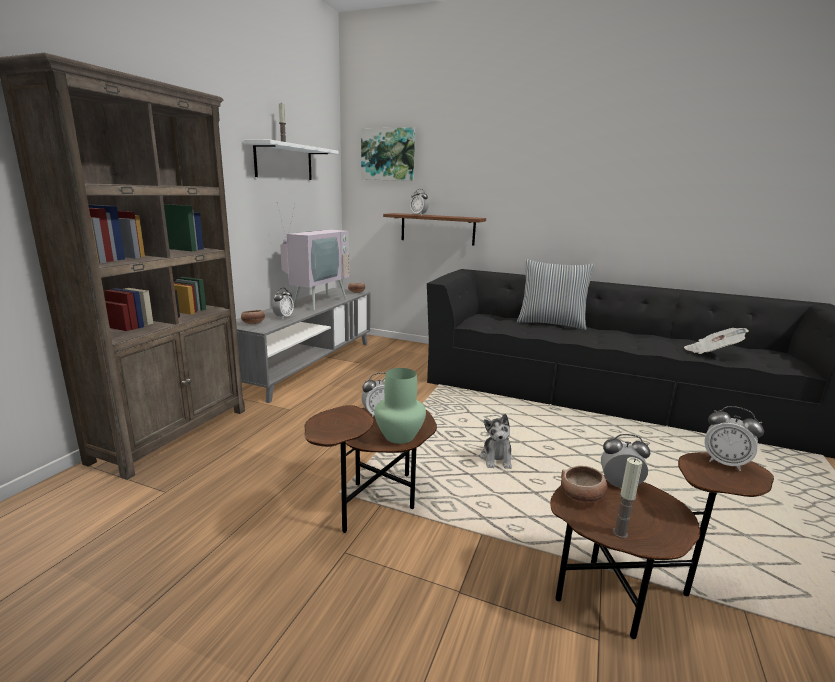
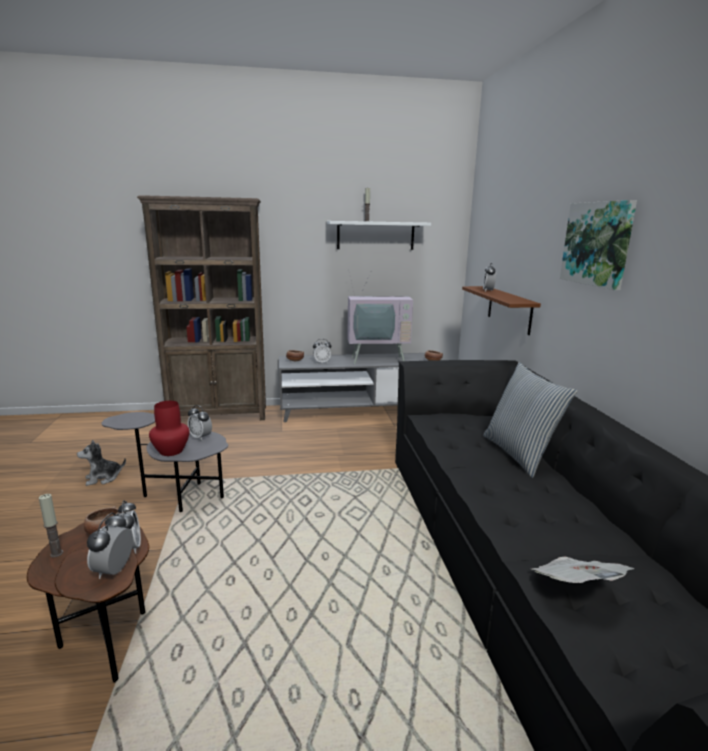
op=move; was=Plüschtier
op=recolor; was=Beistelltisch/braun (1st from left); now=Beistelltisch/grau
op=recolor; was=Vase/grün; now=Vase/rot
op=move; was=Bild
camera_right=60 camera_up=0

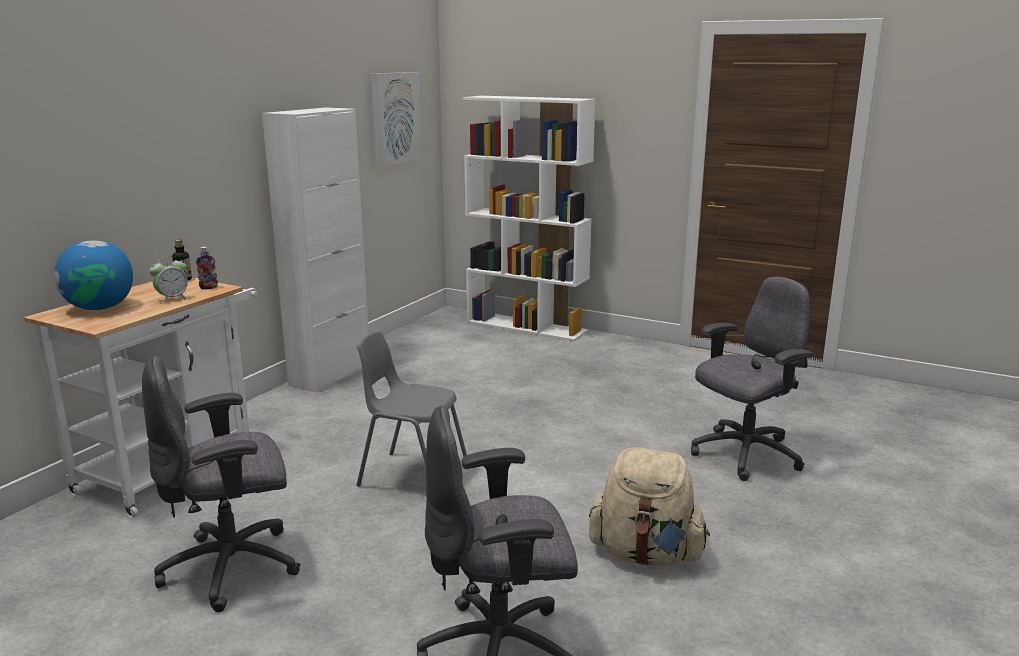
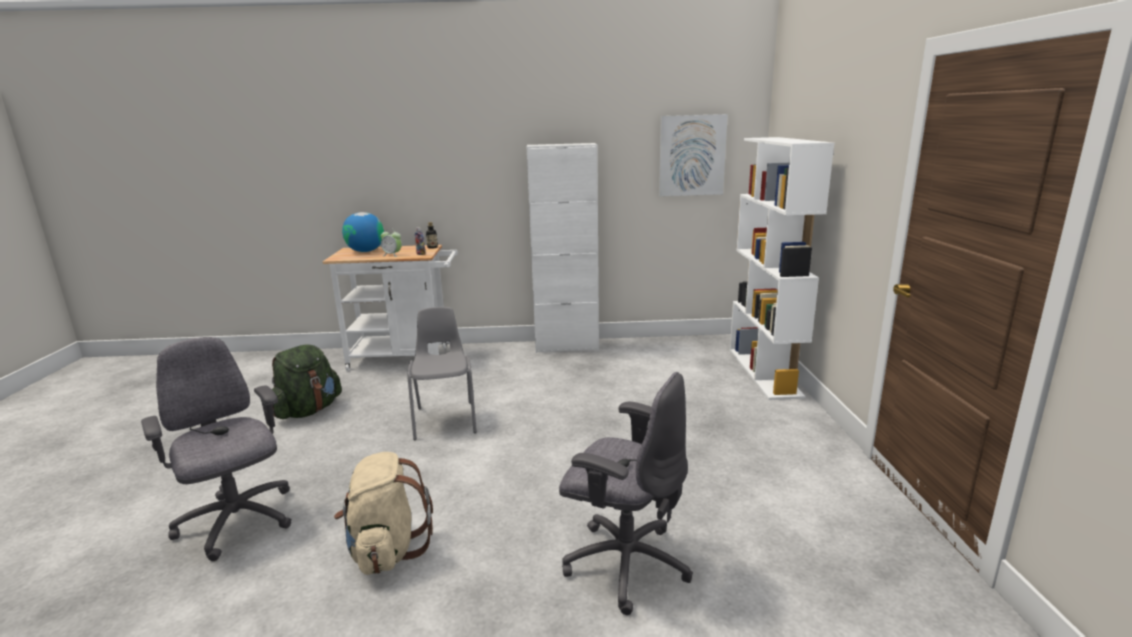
op=replace; was=Bürostuhl/grau (1st from left); now=Rucksack/grün
camera_right=60 camera_up=0

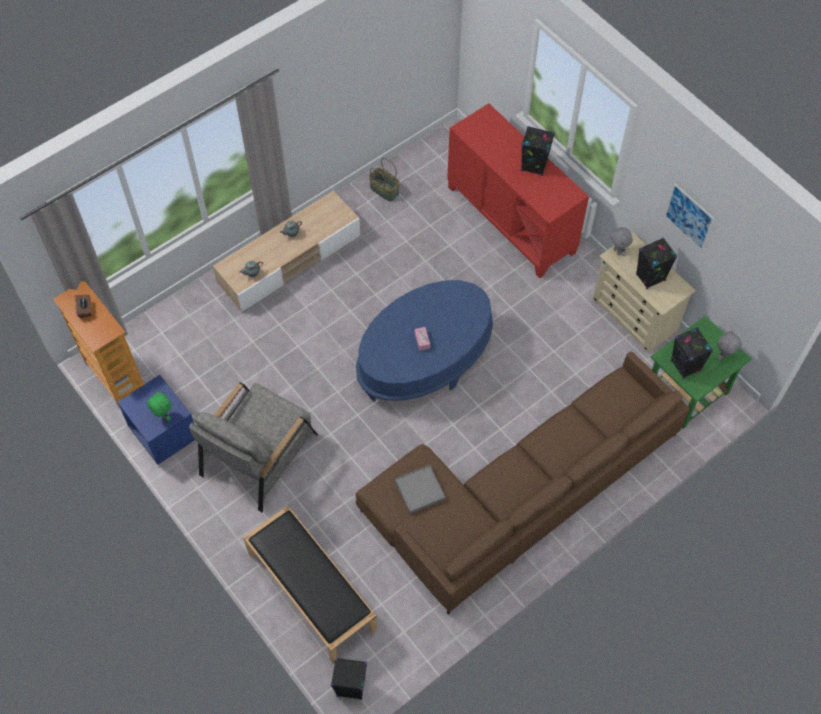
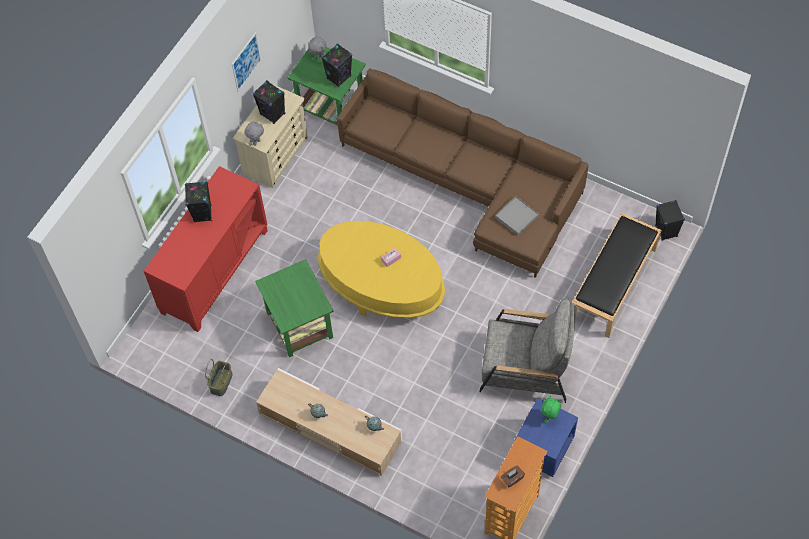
op=insert; now=Beistelltisch/grün (1st from left)
op=recolor; was=Couchtisch/blau; now=Couchtisch/gelb
camera_right=-110 camera_up=0

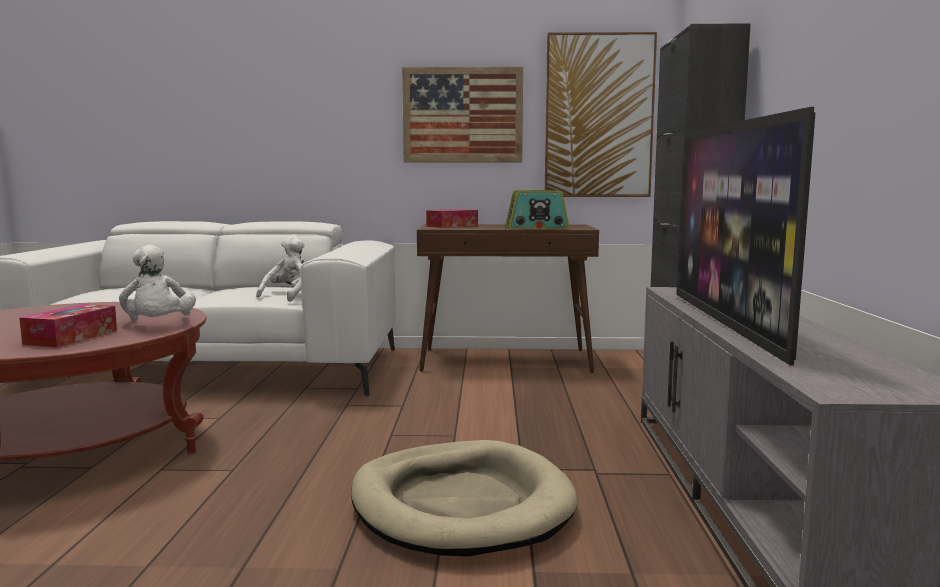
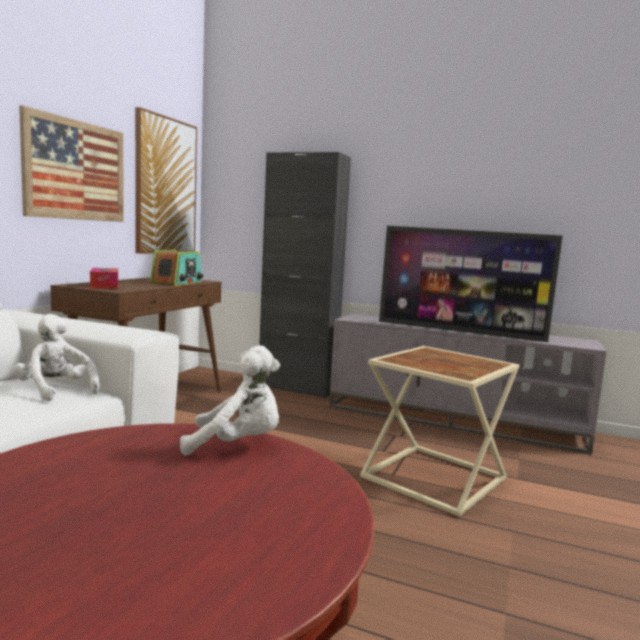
op=replace; was=Hundebett/beige; now=Beistelltisch/beige
op=delete; was=Taschentuchbox (1st from left)
camera_right=-70 camera_up=0

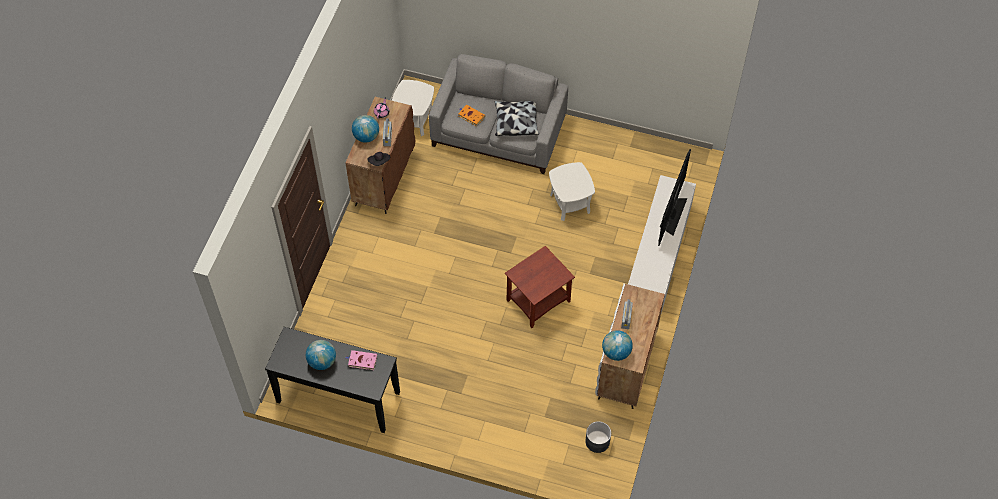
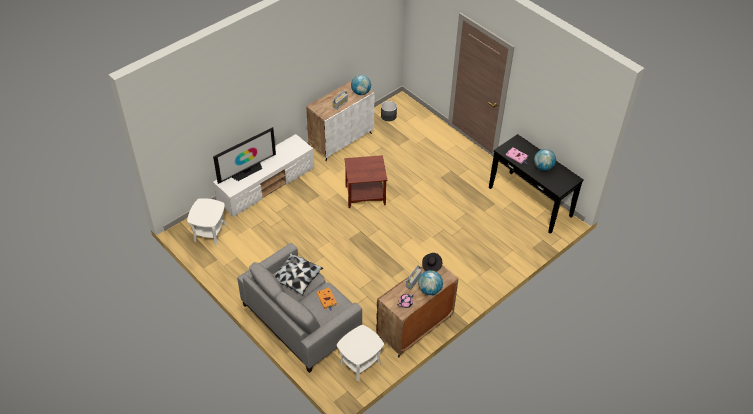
op=move; was=Beistelltisch/weiß (2nd from left in the first image); now=Beistelltisch/weiß (1st from left)
camera_right=-150 camera_up=-10

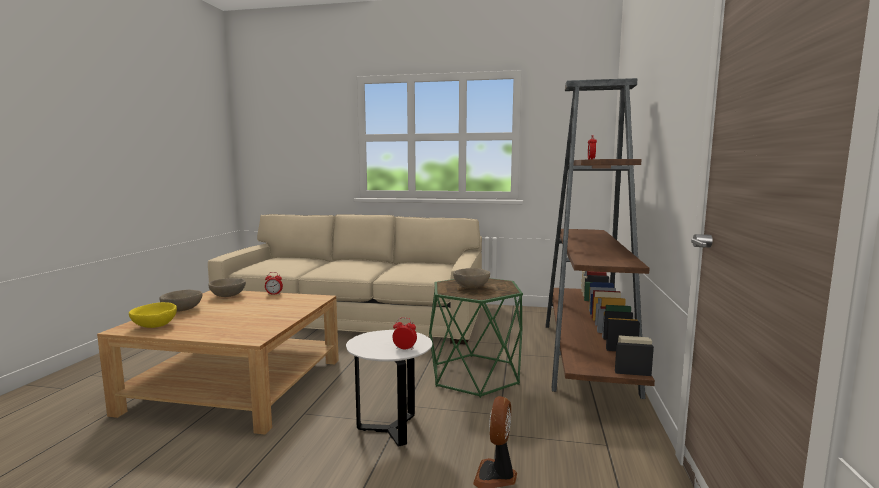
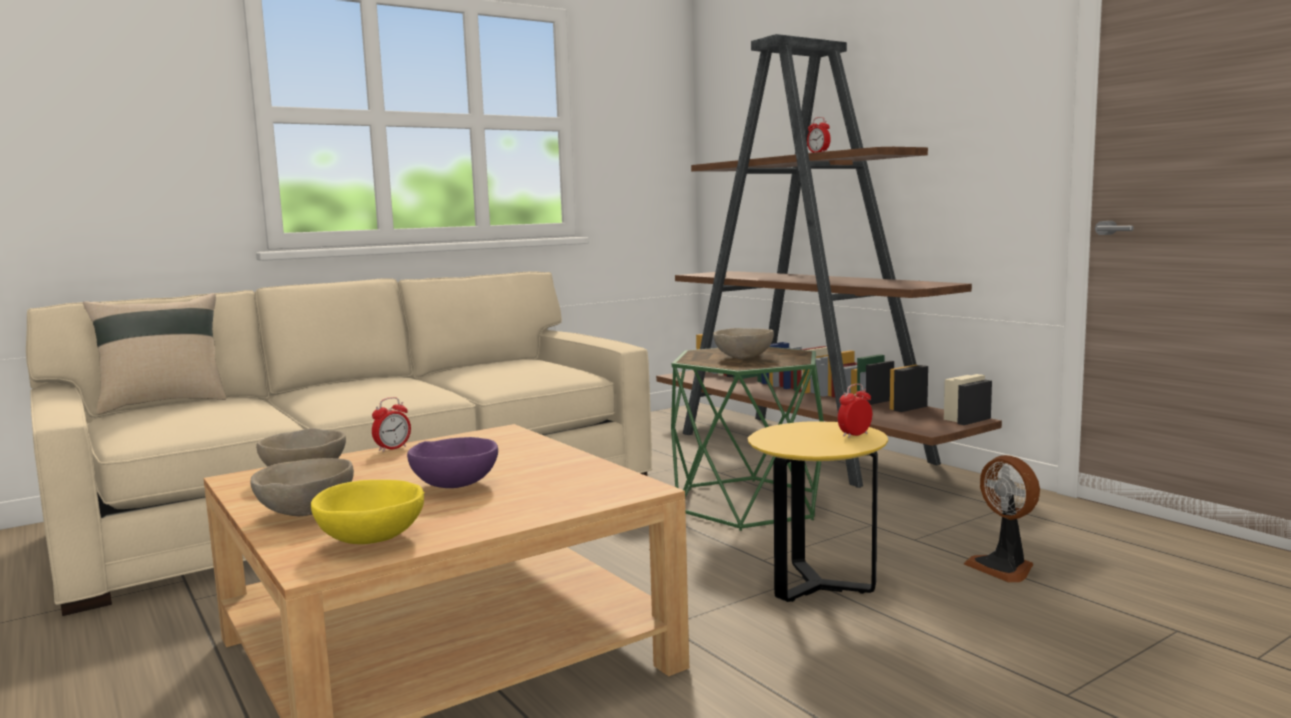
op=insert; now=Kissen/beige
op=insert; now=Schüssel/lila
op=recolor; was=Beistelltisch/weiß; now=Beistelltisch/gelb
camera_right=-45 camera_up=0

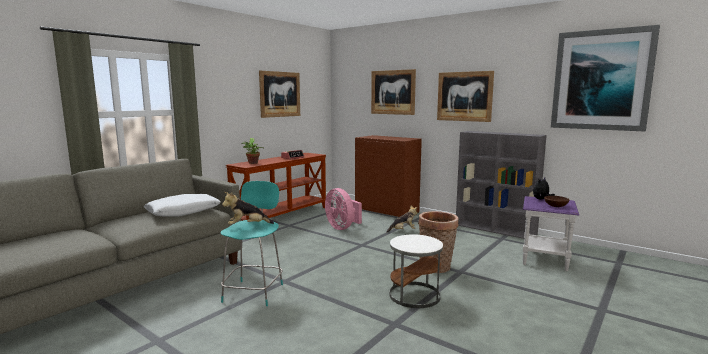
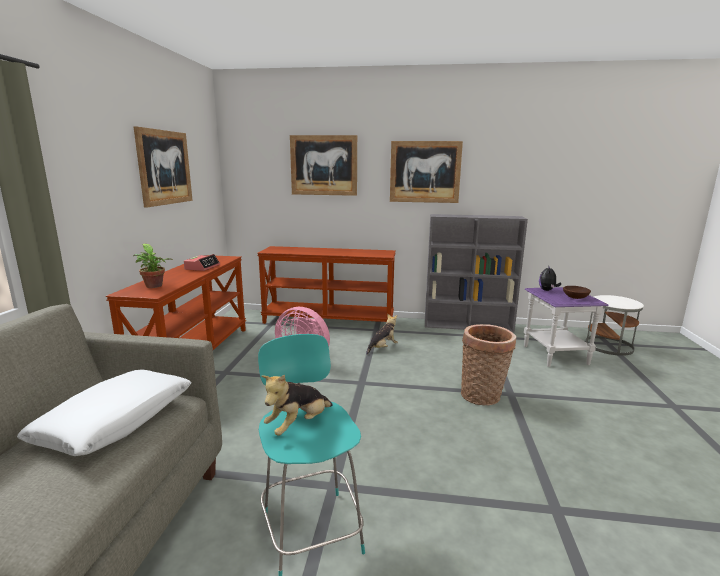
op=replace; was=Schrank/braun; now=Konsolentisch/braun (2nd from left)
op=move; was=Beistelltisch/weiß
op=delete; was=Bild (4th from left)
camera_right=-30 camera_up=5

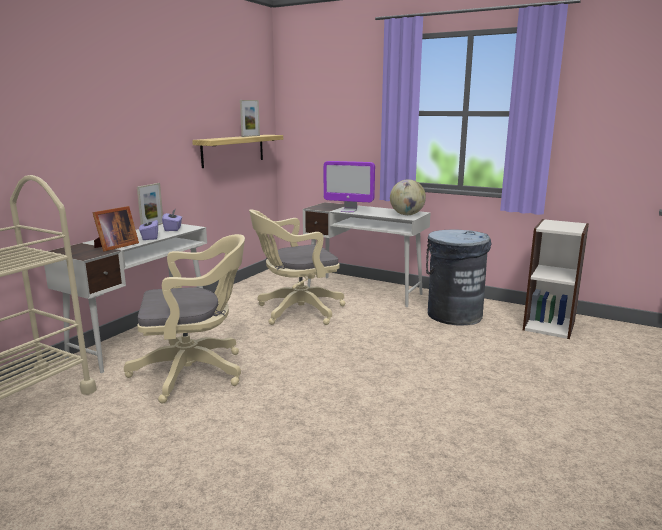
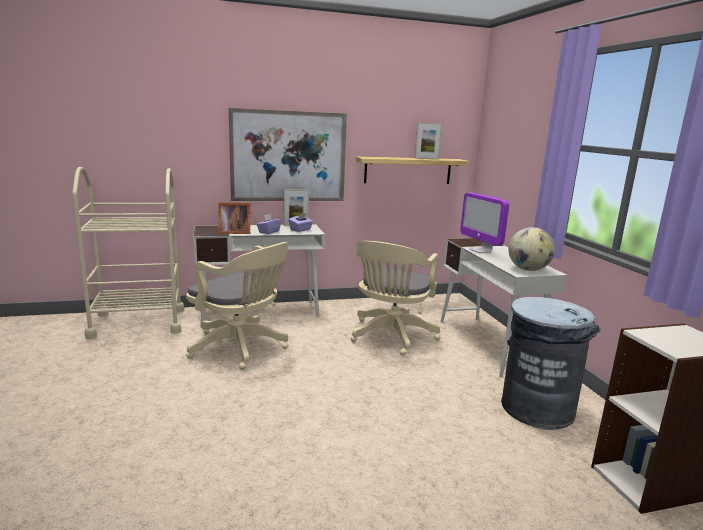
op=insert; now=Bild
op=rotate; was=Bürostuhl/beige (2nd from left); clockwise=-90
camera_right=45 camera_up=0

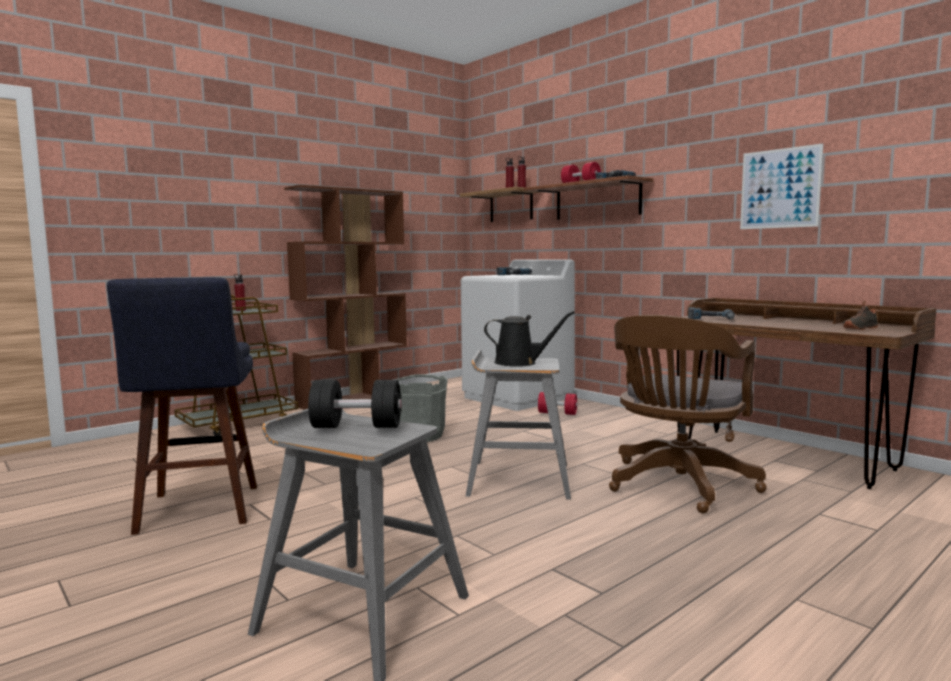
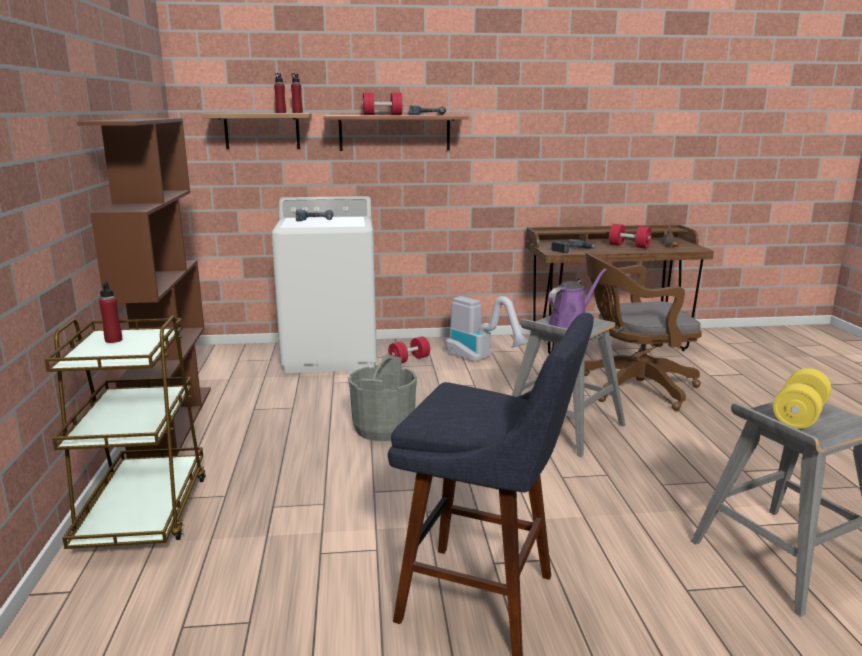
op=insert; now=Staubsauger
op=recolor; was=Gießkanne/schwarz; now=Gießkanne/lila
op=rotate; was=Bürostuhl/braun; clockwise=105
op=insert; now=Hantel/rot (3rd from left)
op=recolor; was=Hantel/schwarz; now=Hantel/gelb
op=delete; was=Bild
camera_right=-55 camera_up=10

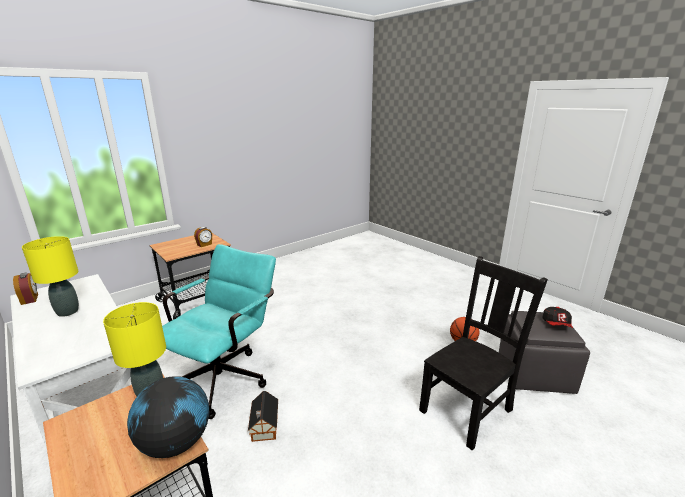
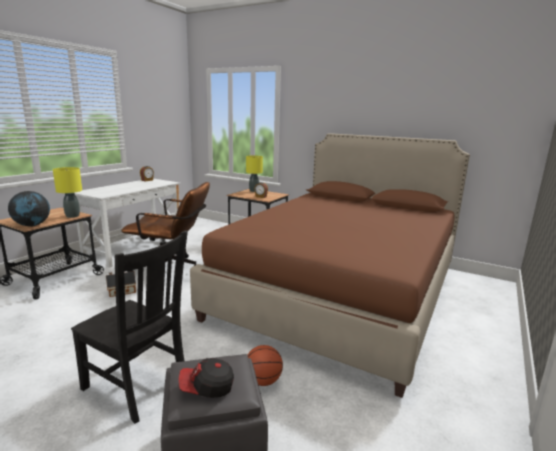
op=recolor; was=Bürostuhl/türkis; now=Bürostuhl/braun
op=insert; now=Bett/braun
op=move; was=Tischlampe/gelb (1st from left in the first image); now=Tischlampe/gelb (2nd from left)
camera_right=70 camera_up=-5

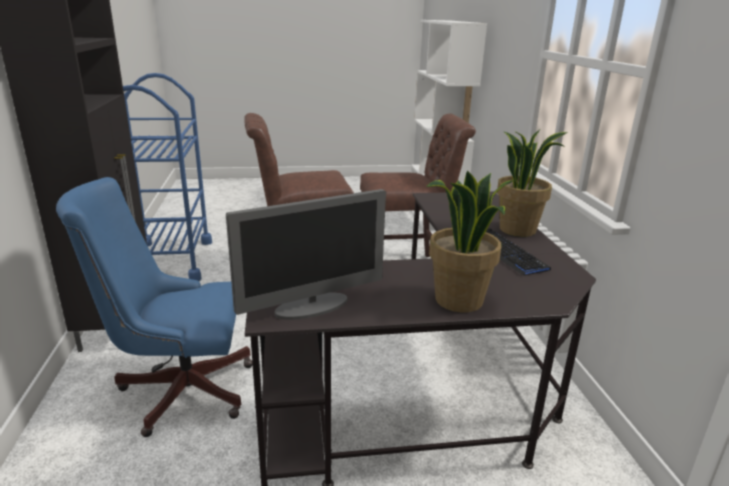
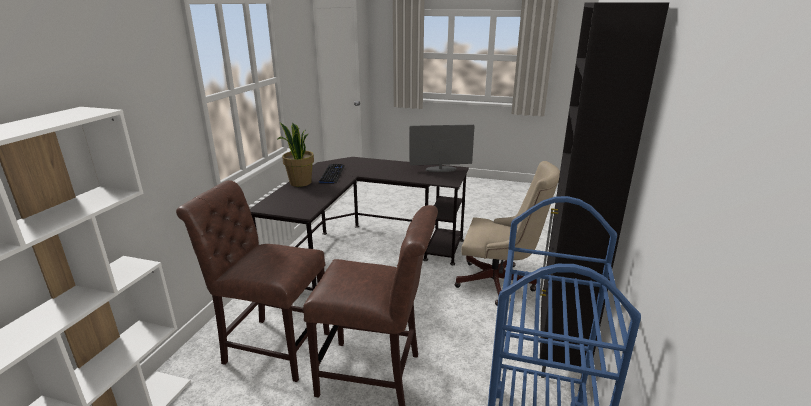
op=recolor; was=Bürostuhl/blau; now=Bürostuhl/beige
op=delete; was=Topfpflanze (1st from left)
camera_right=-155 camera_up=0

